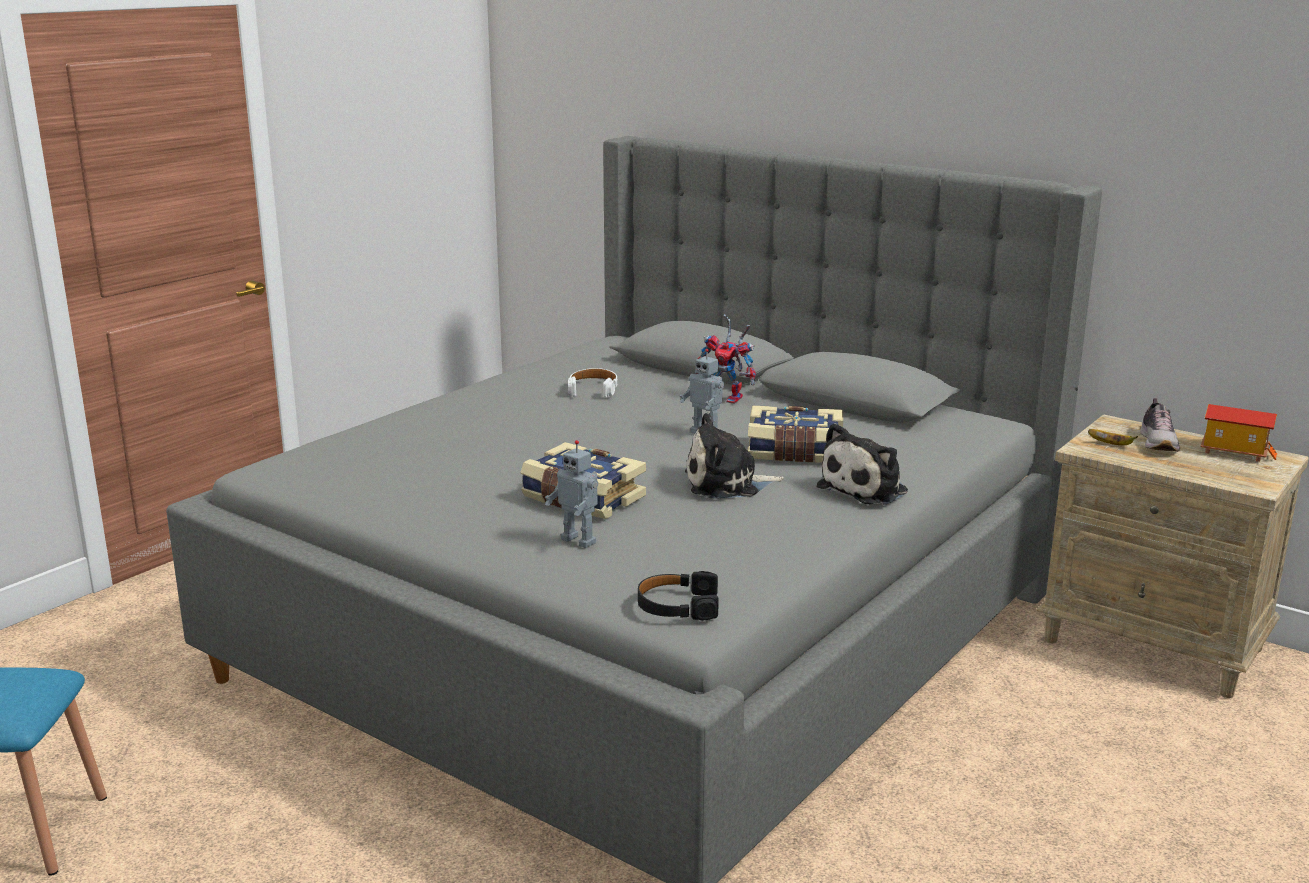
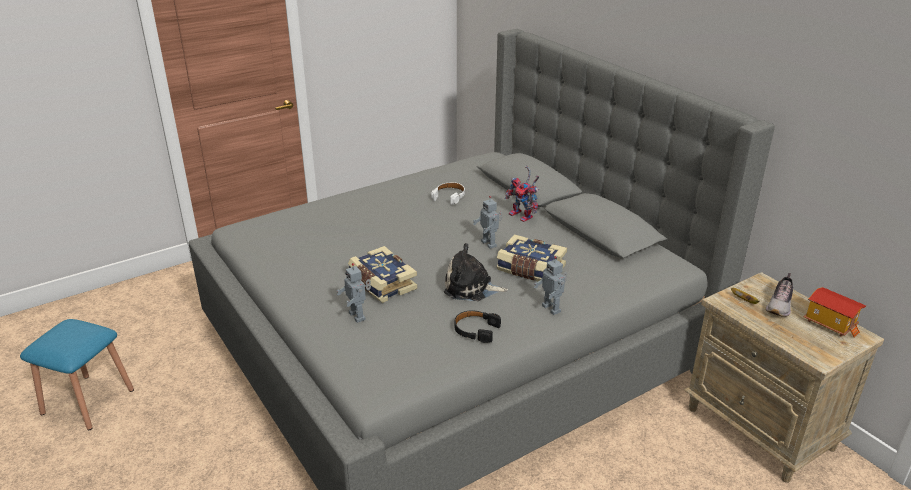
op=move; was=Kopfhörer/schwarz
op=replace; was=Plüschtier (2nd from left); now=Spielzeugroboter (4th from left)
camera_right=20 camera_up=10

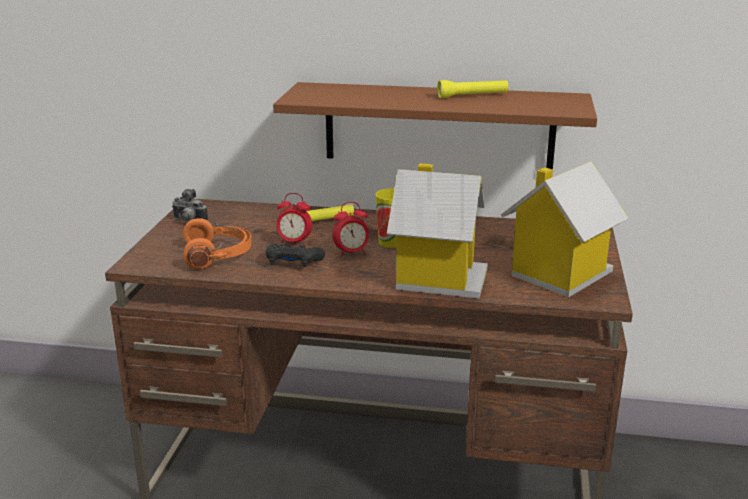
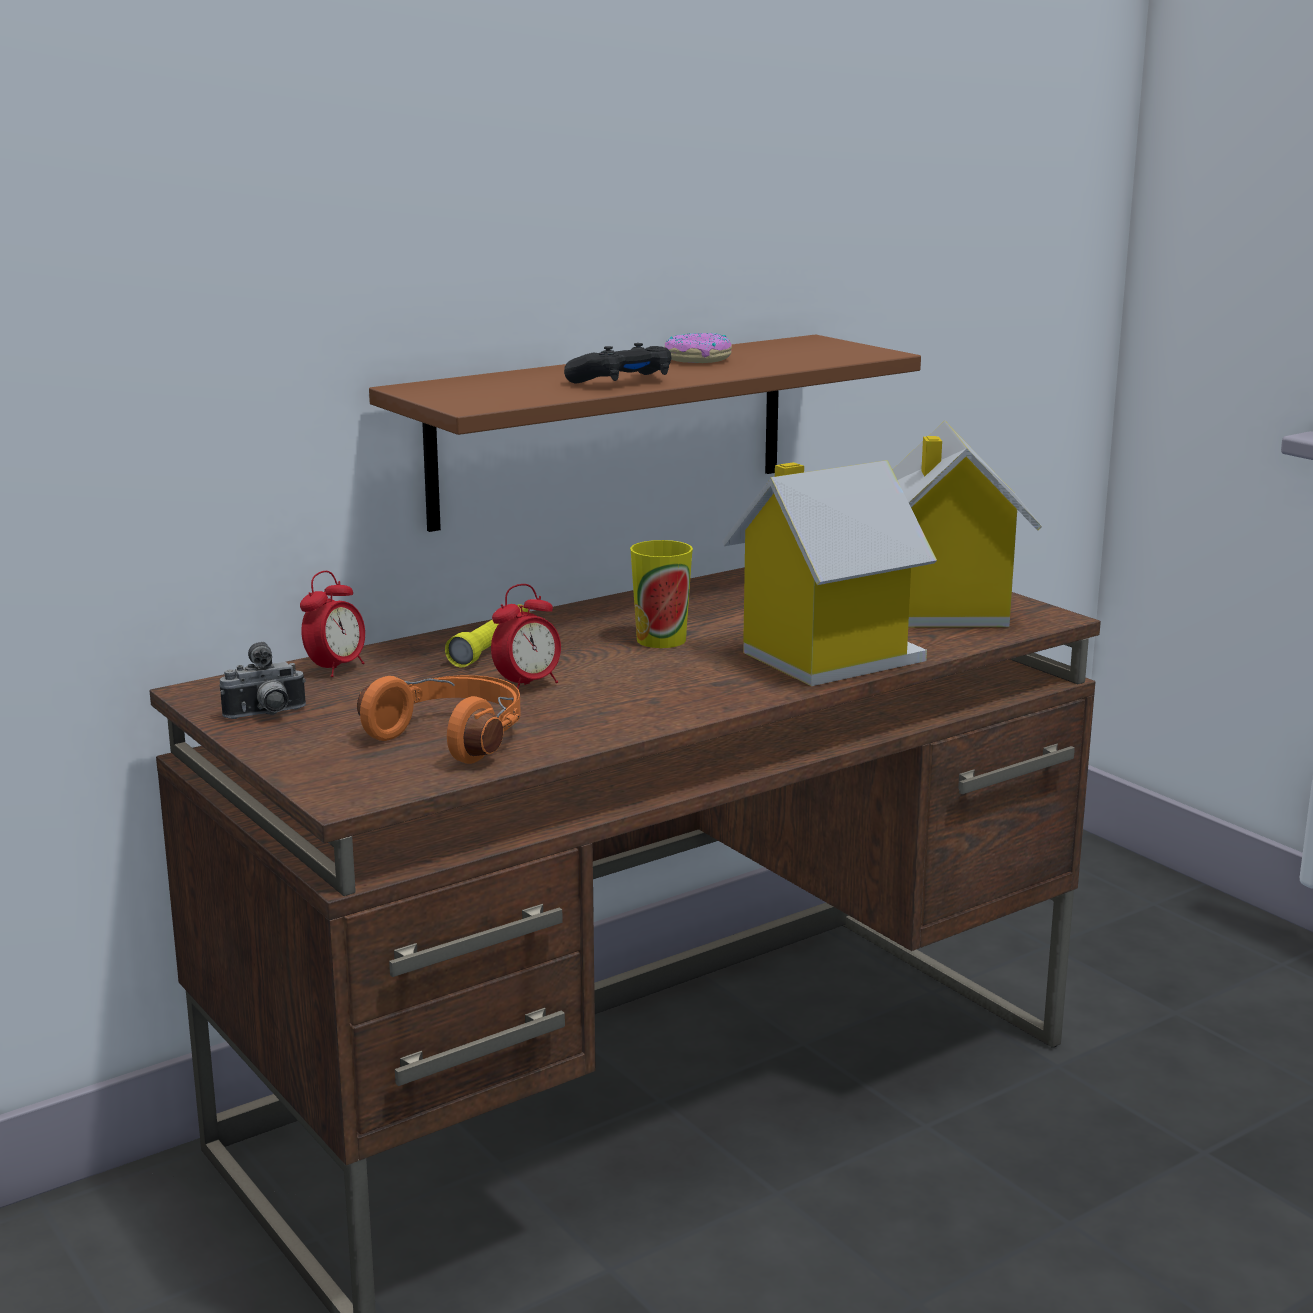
op=move; was=Wecker (2nd from left in the first image); now=Wecker (1st from left)
op=move; was=Gamepad/schwarz
op=replace; was=Taschenlampe/gelb (2nd from left); now=Donut
camera_right=-45 camera_up=-5

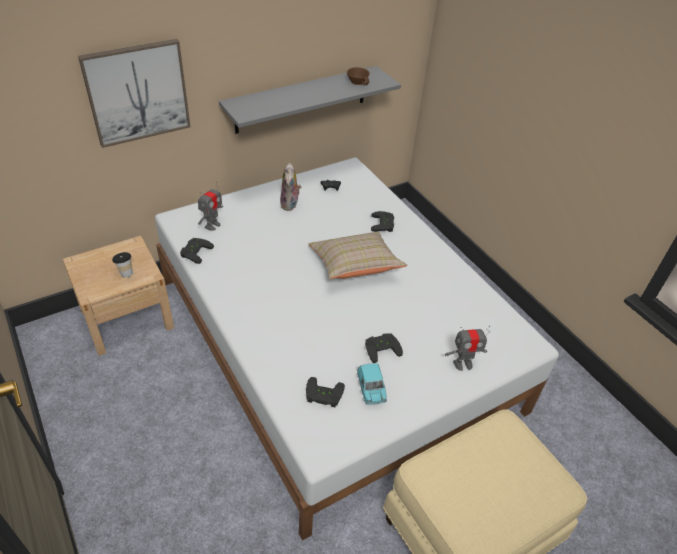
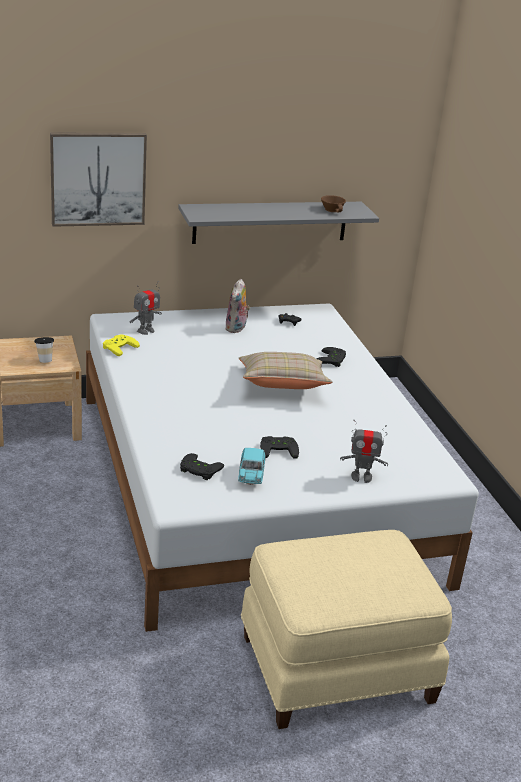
op=recolor; was=Gamepad/schwarz (1st from left); now=Gamepad/gelb
camera_right=15 camera_up=-15

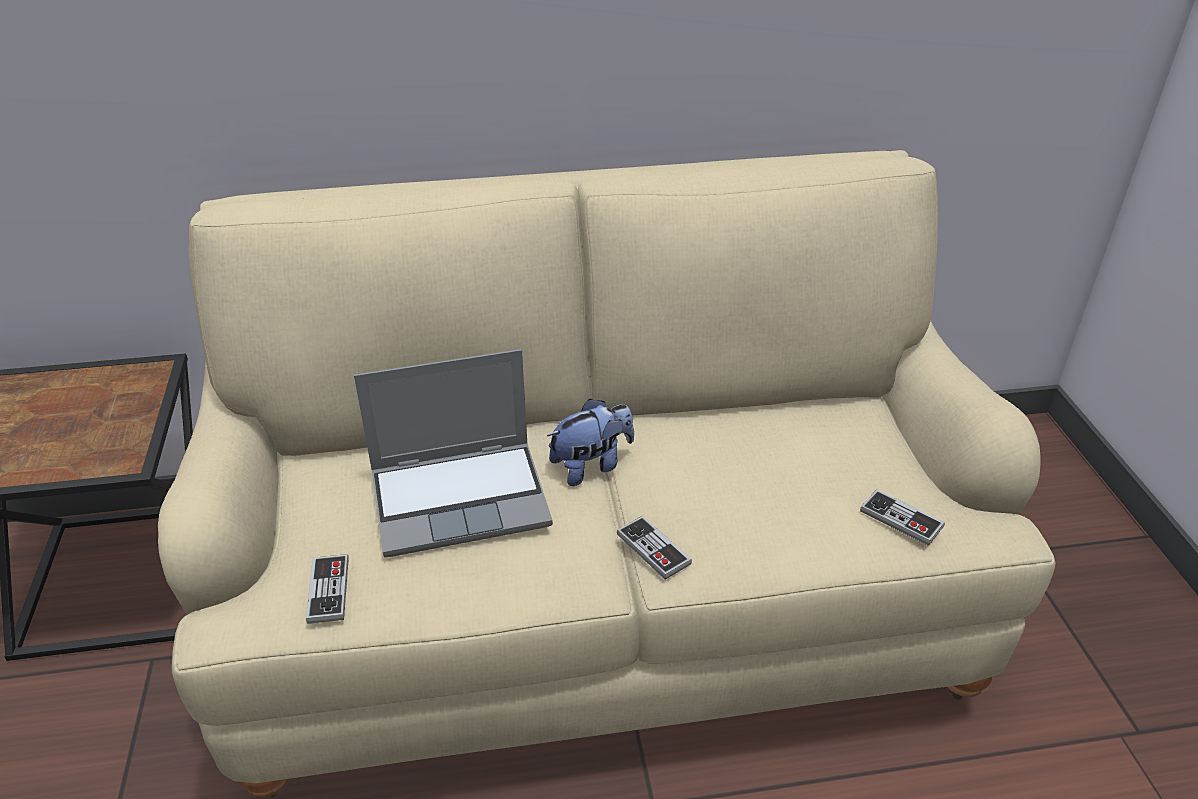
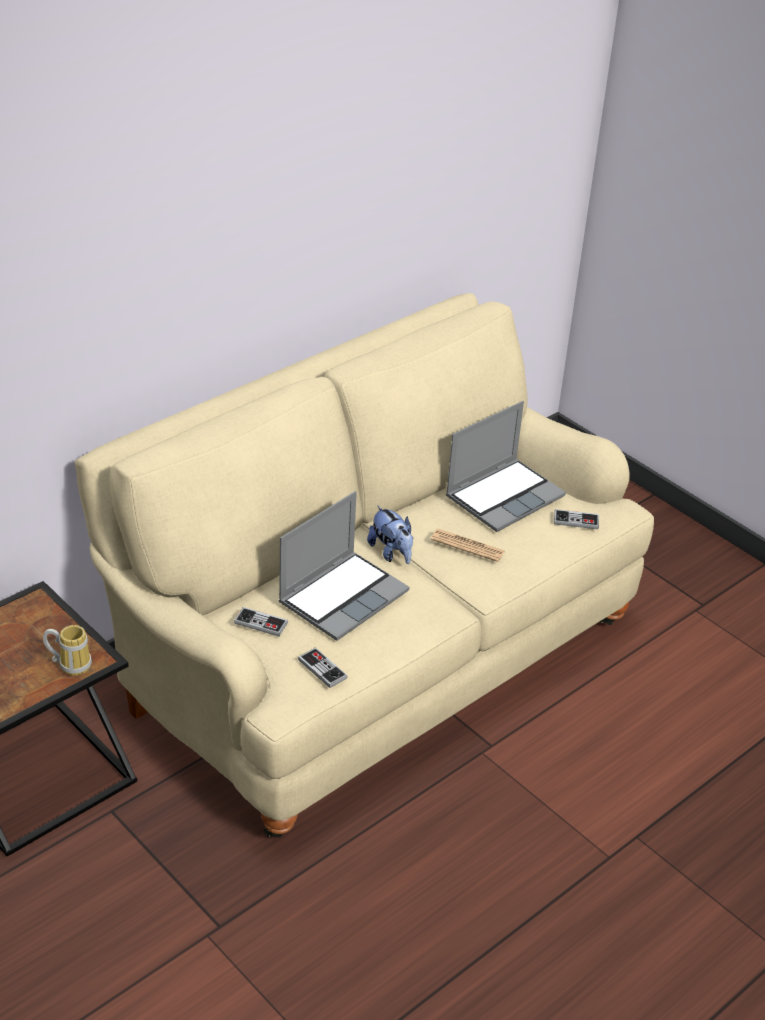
op=insert; now=Henkelbecher
op=move; was=Gamepad (2nd from left in the first image); now=Gamepad (1st from left)
op=rotate; was=Plüschtier; clockwise=120
op=insert; now=Zeitung
op=insert; now=Laptop (2nd from left)
camera_right=-35 camera_up=0

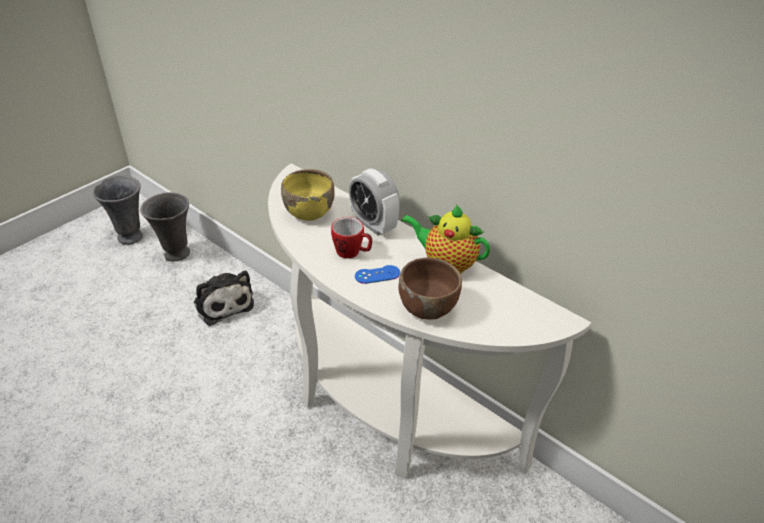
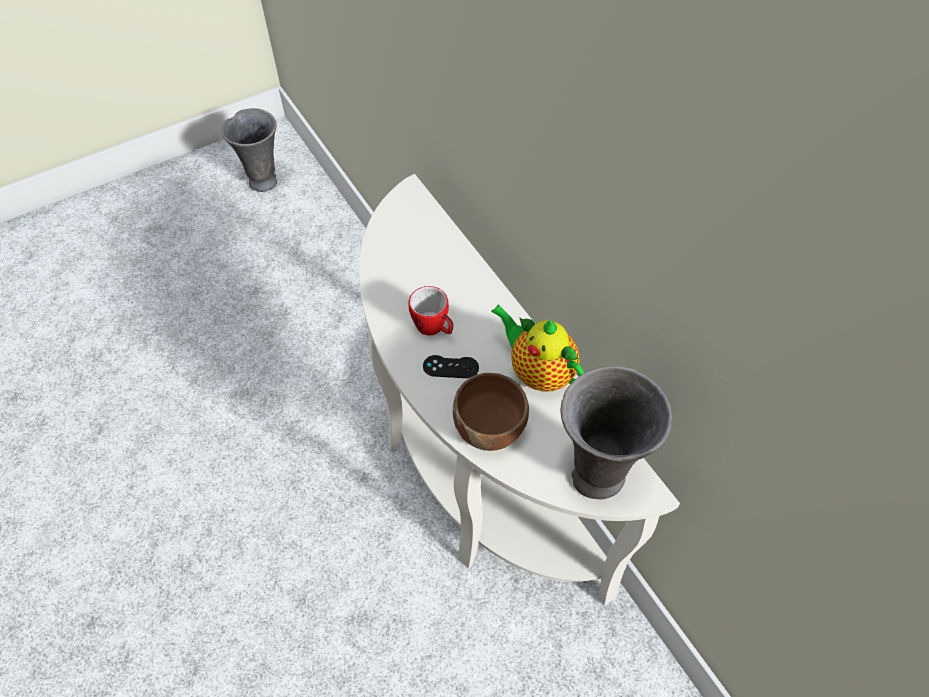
op=recolor; was=Gamepad/blau; now=Gamepad/schwarz
op=move; was=Vase/grau (2nd from left)
op=delete; was=Plüschtier
op=delete; was=Schüssel/gelb
op=delete; was=Wecker
camera_right=20 camera_up=15

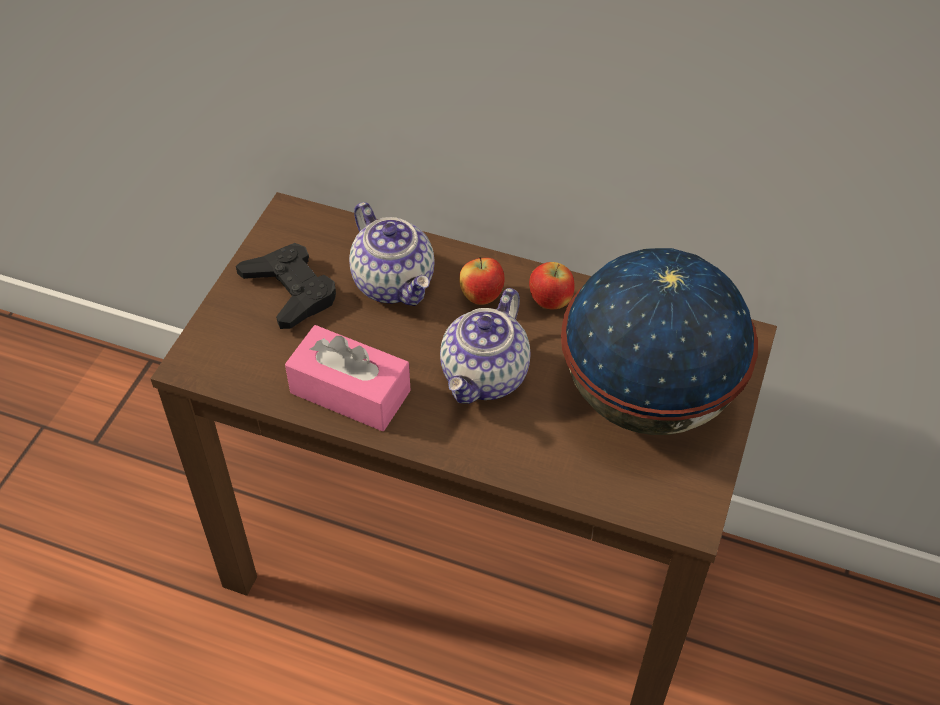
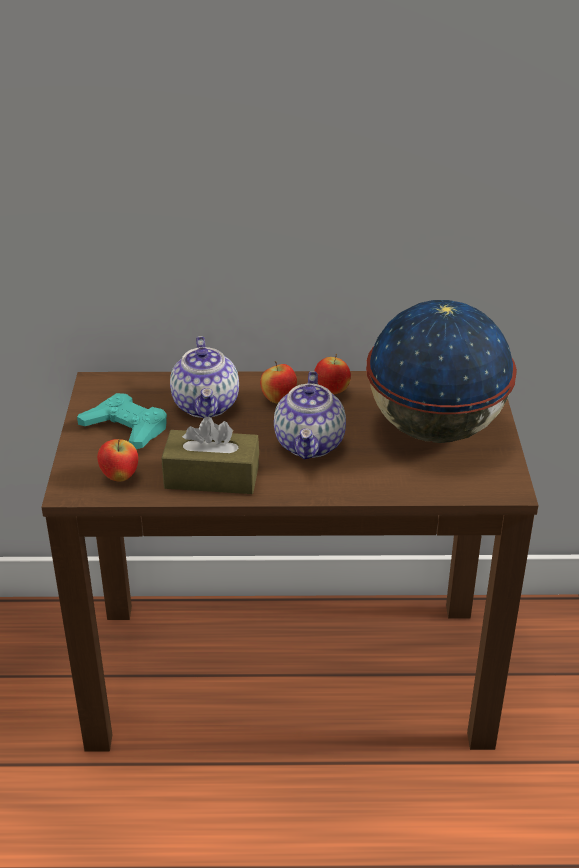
op=recolor; was=Gamepad/schwarz; now=Gamepad/türkis
op=insert; now=Apfel (1st from left)
op=recolor; was=Taschentuchbox/rosa; now=Taschentuchbox/braun
op=rotate; was=Teekanne (1st from left); clockwise=45
camera_right=-20 camera_up=-15

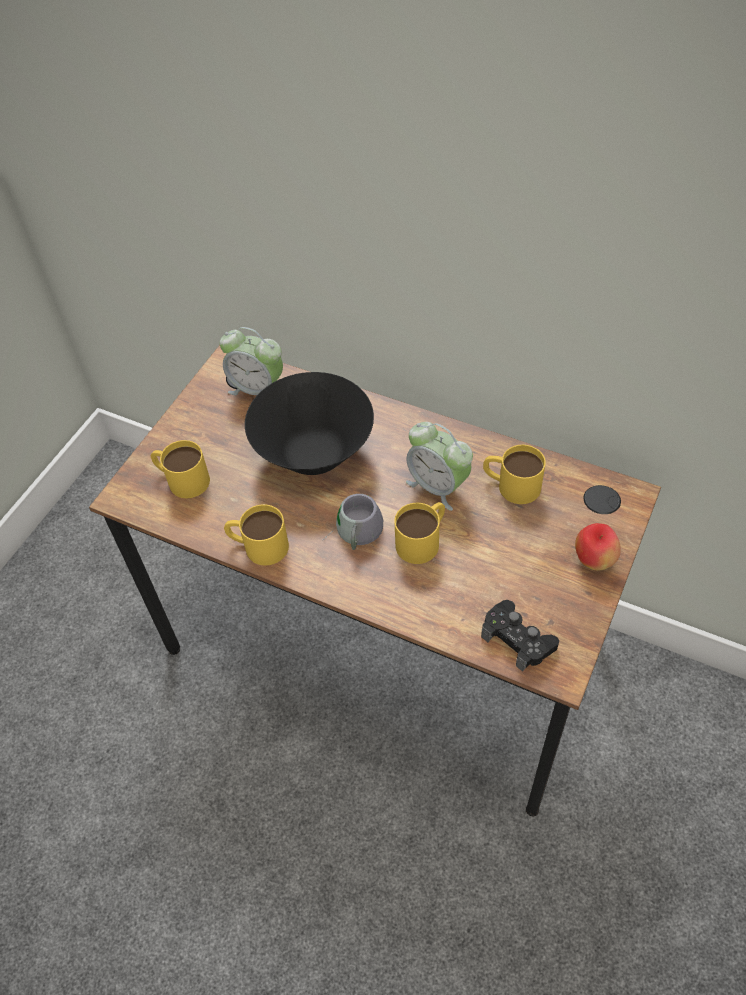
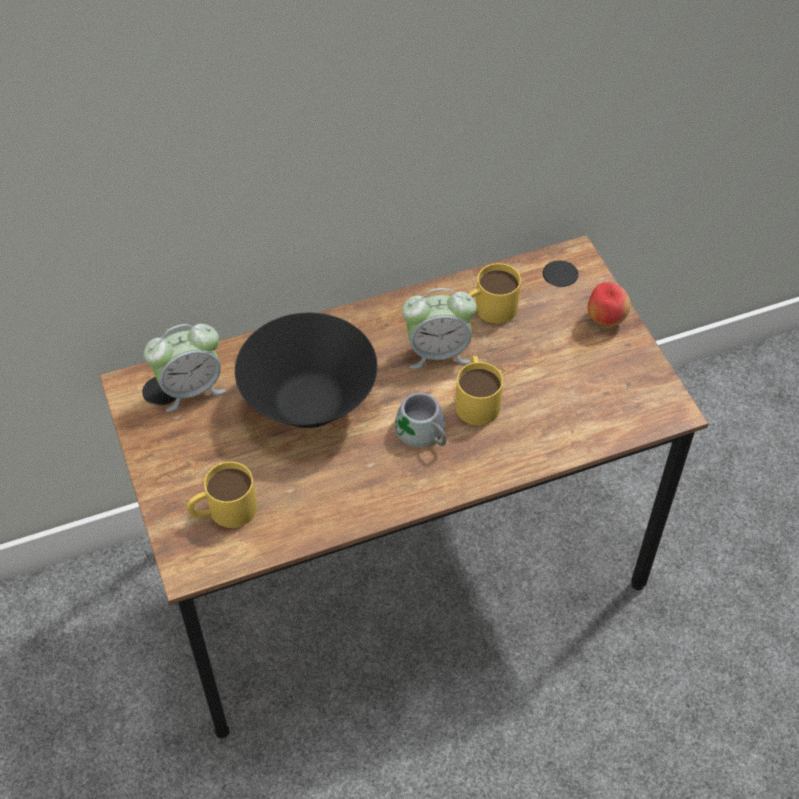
op=delete; was=Henkelbecher/gelb (2nd from left)
op=delete; was=Gamepad/schwarz
camera_right=-50 camera_up=0

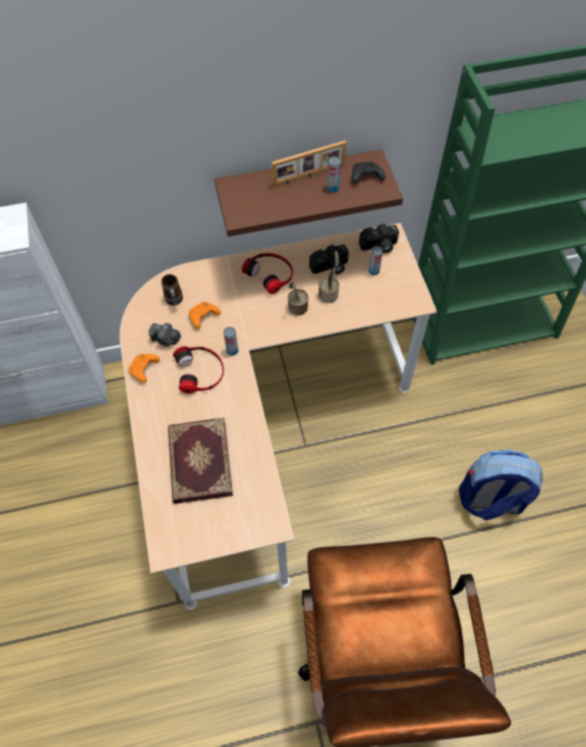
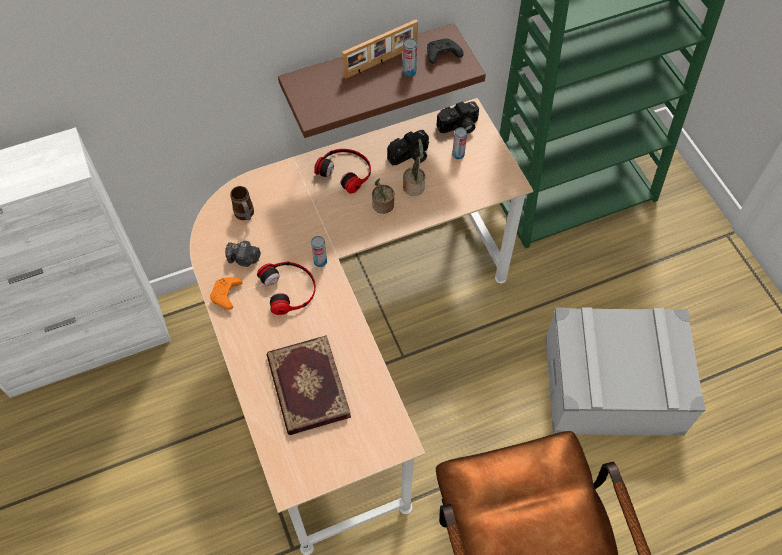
op=replace; was=Rucksack; now=Aufbewahrungsbox/grau
op=delete; was=Gamepad/orange (2nd from left)
camera_right=-10 camera_up=0

